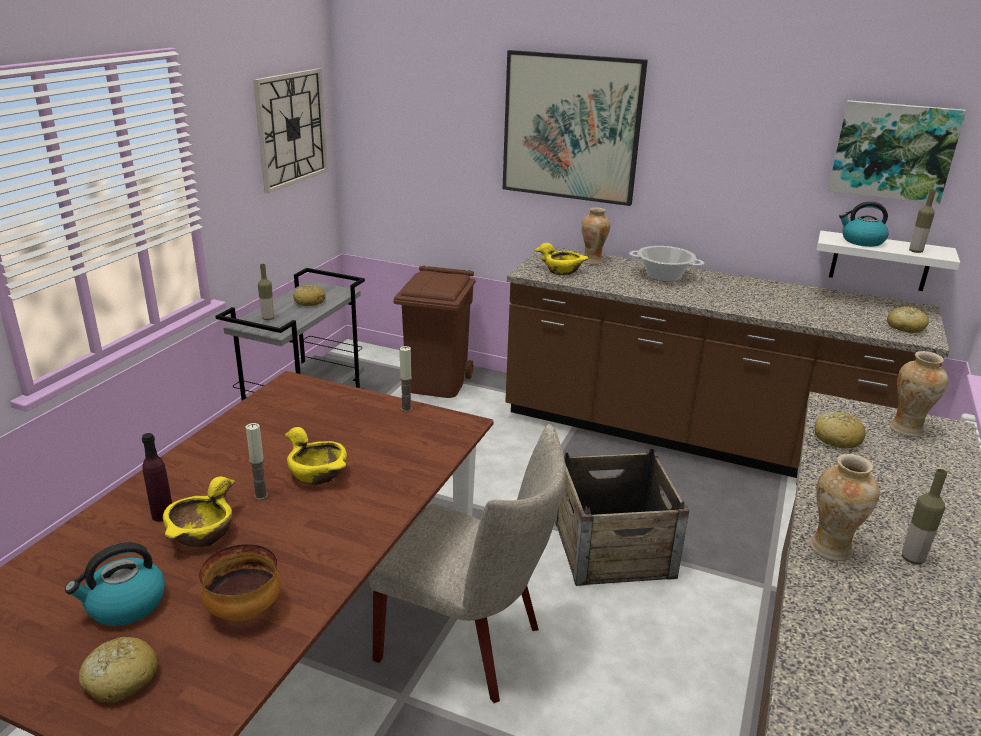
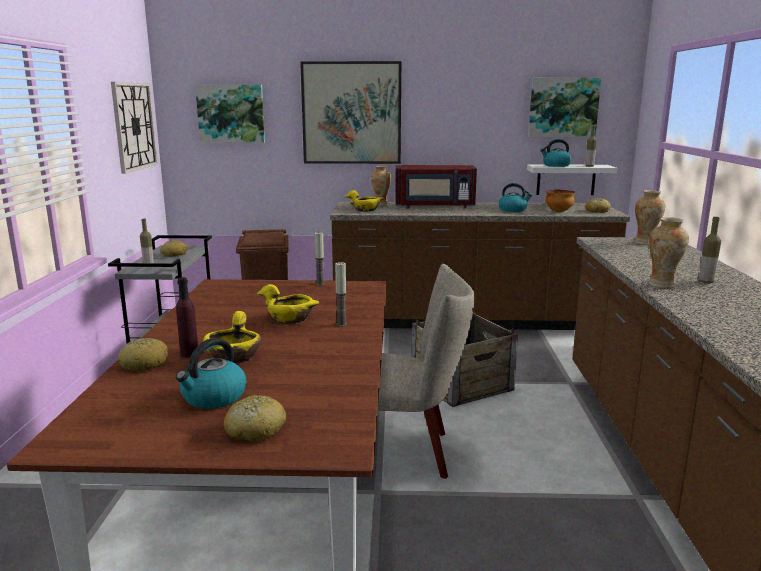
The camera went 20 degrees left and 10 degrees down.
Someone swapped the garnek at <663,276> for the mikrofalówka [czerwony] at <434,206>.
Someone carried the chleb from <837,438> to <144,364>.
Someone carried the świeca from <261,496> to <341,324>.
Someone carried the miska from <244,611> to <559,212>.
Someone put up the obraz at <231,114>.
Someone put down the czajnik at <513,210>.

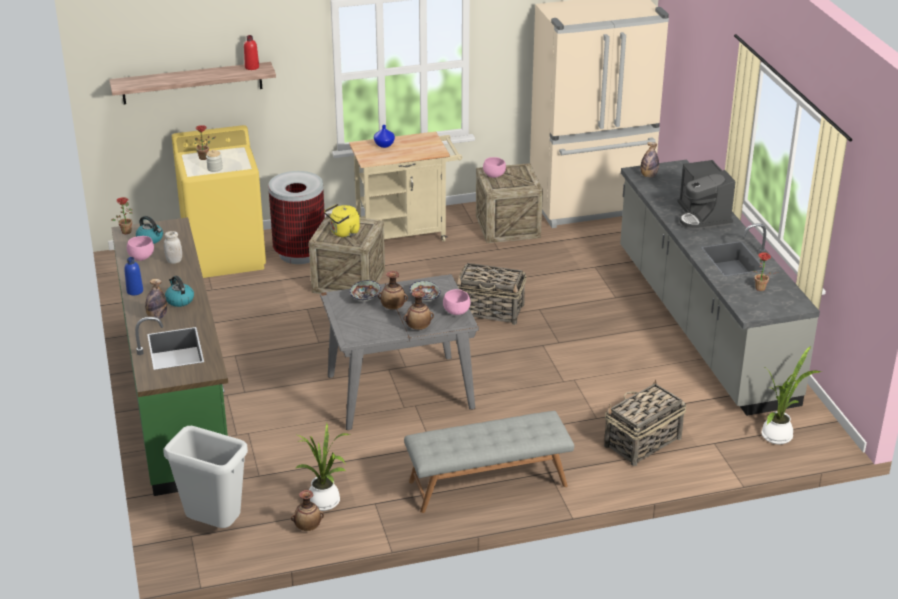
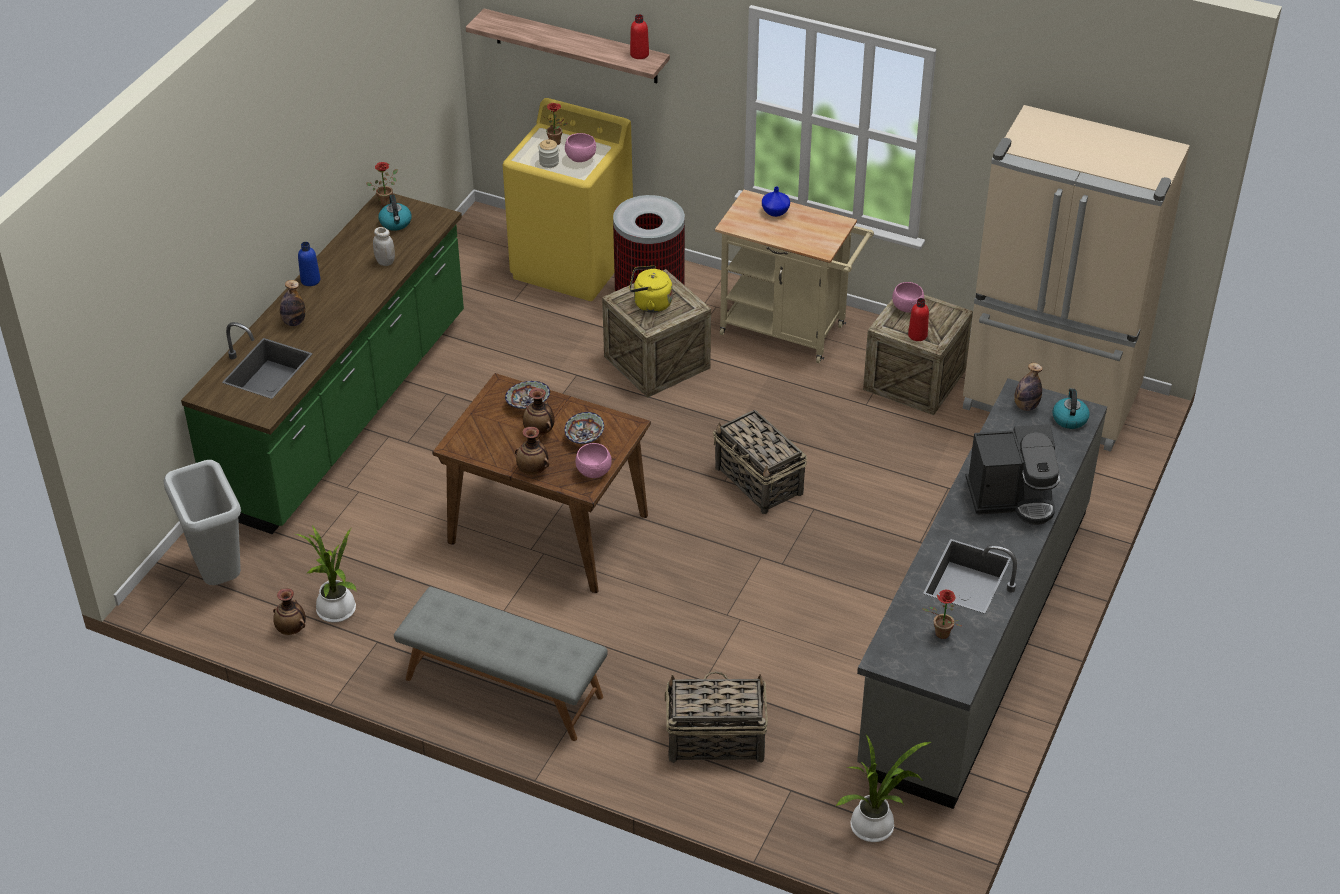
The camera went 40 degrees right and 10 degrees up.
Someone rotated the ekspres do kawy at <702,216> by 120 degrees counterclockwise.
Someone carried the miska [różowy] from <141,257> to <581,158>.
Someone repainted the stół jadalny [szary] at <399,392>, which became the stół jadalny [brązowy] at <546,528>.
Someone carried the czajnik from <179,300> to <1069,418>.
Someone put down the butelka [czerwony] at <917,335>.

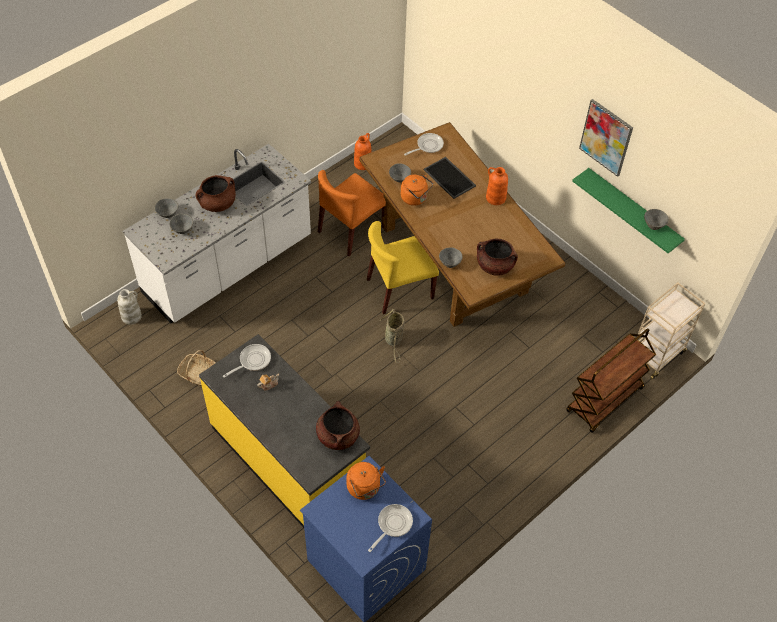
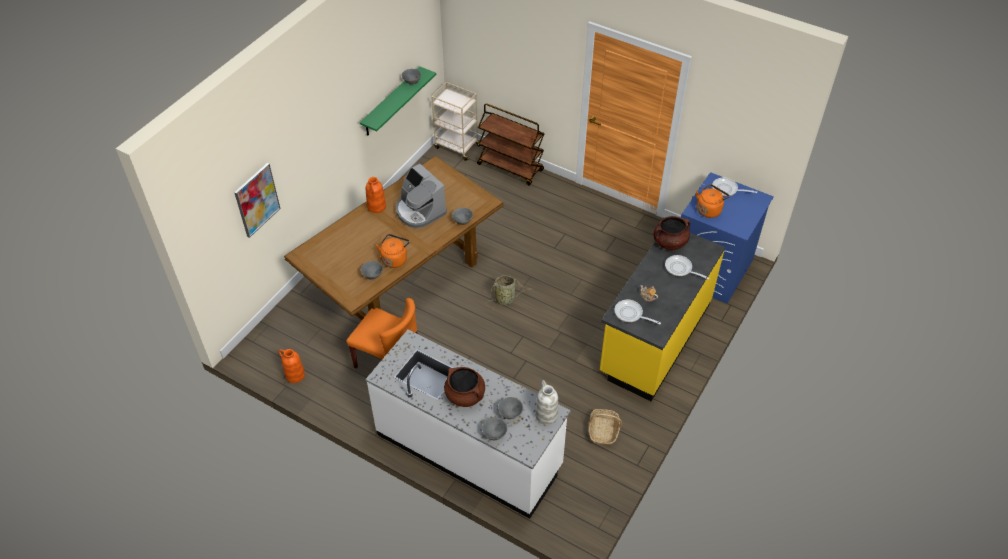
The camera went 105 degrees left and 5 degrees down.
Someone carried the obraz from <606,137> to <257,200>.
Someone carried the patelnia from <427,146> to <680,269>.
Someone took away the taca at <450,178>.
Someone took away the krzesło [żółty] at <399,289>.
Someone took away the garnek [brązowy] at <495,266>.
Someone carried the wazon [biały] from <132,316> to <546,414>.
Someone put down the ekspres do kawy at <419,211>.

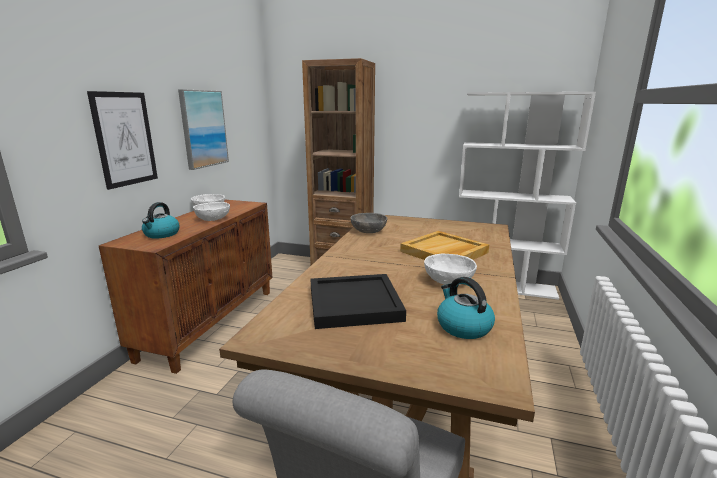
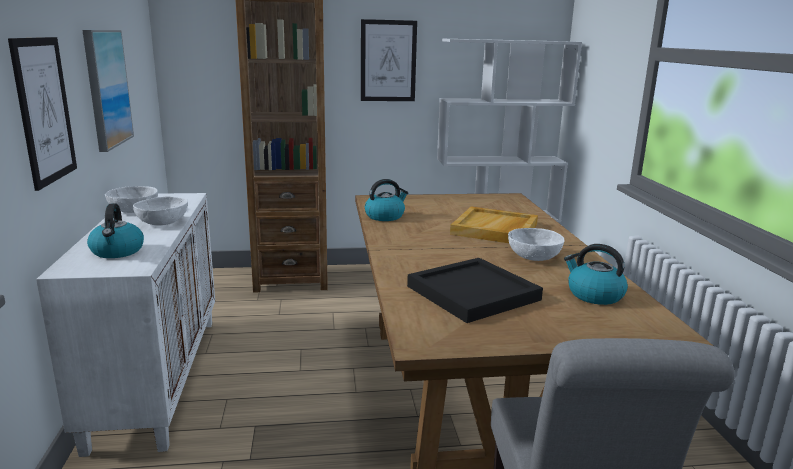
The camera went 25 degrees left and 0 degrees up.
Someone repainted the szafka [brązowy] at <211,322>, which became the szafka [biały] at <156,377>.
Someone swapped the miska [szary] at <368,231> for the czajnik at <385,216>.
Someone put up the obraz at <388,61>.

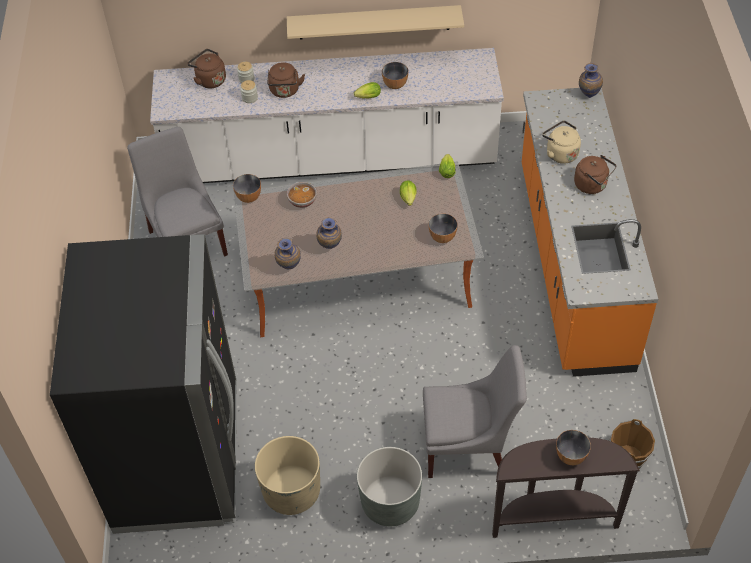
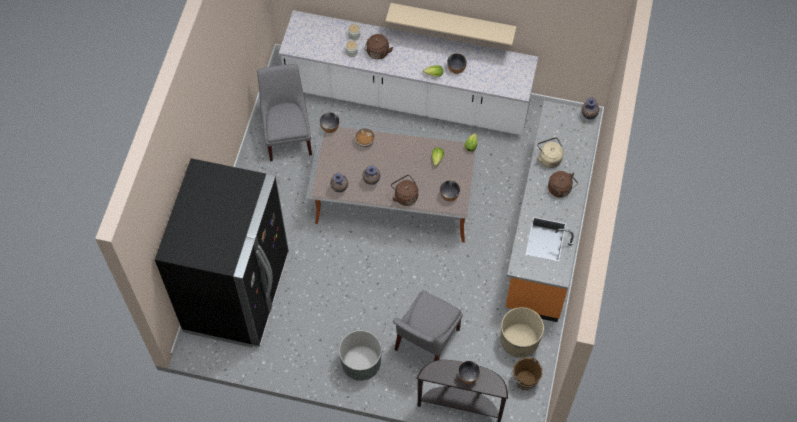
The camera went 15 degrees right and 10 degrees up.
Someone carried the czajnik [brązowy] from <209,80> to <405,196>.
Someone rotated the krzesło [szary] at <469,447> by 105 degrees clockwise.
Someone carried the donica [beżowy] from <291,491> to <519,341>.

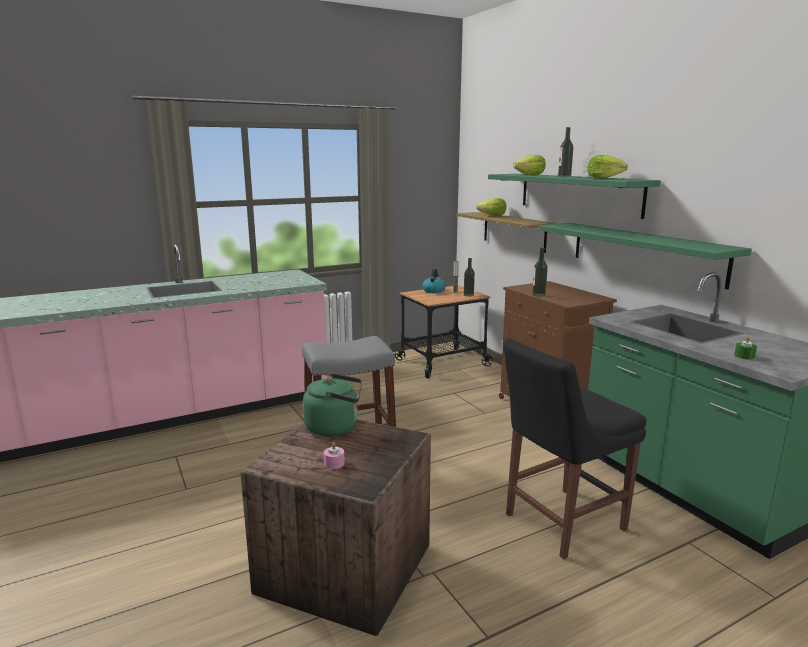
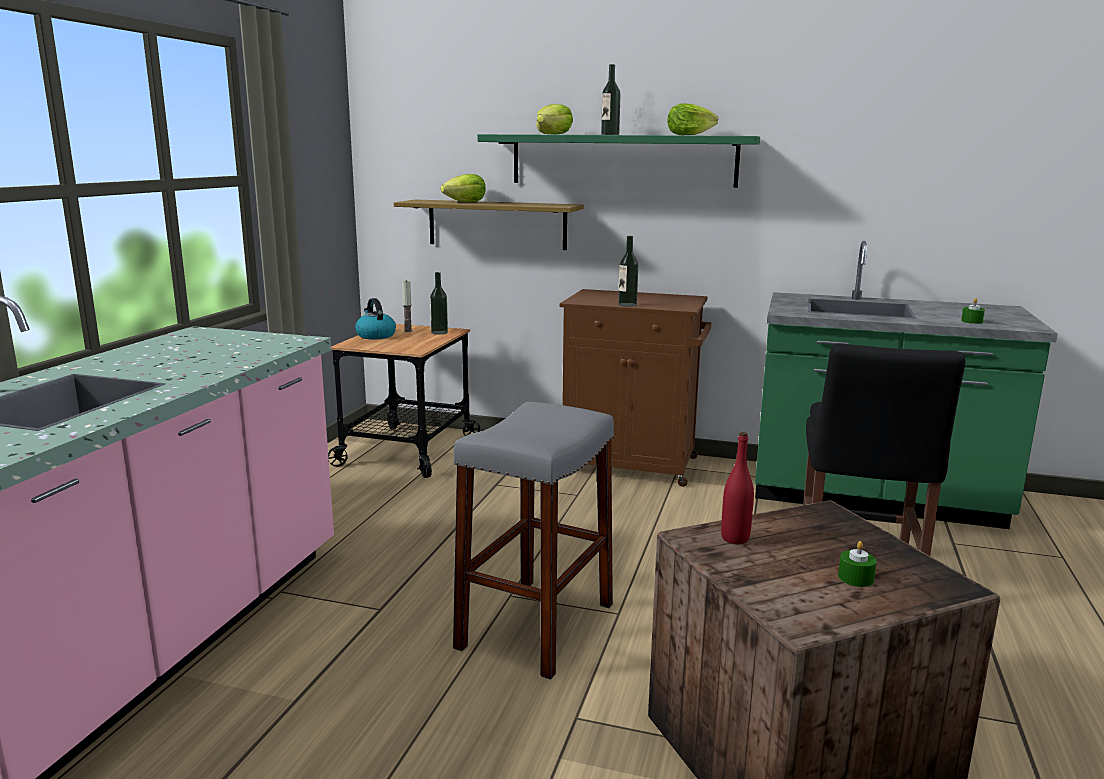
The camera went 45 degrees left and 0 degrees up.
Someone took away the półka [zielony] at <644,252>.
Someone swapped the czajnik [zielony] at <335,427> for the butelka [czerwony] at <735,538>.
Someone repainted the świeca [różowy] at <334,463>, which became the świeca [zielony] at <855,578>.

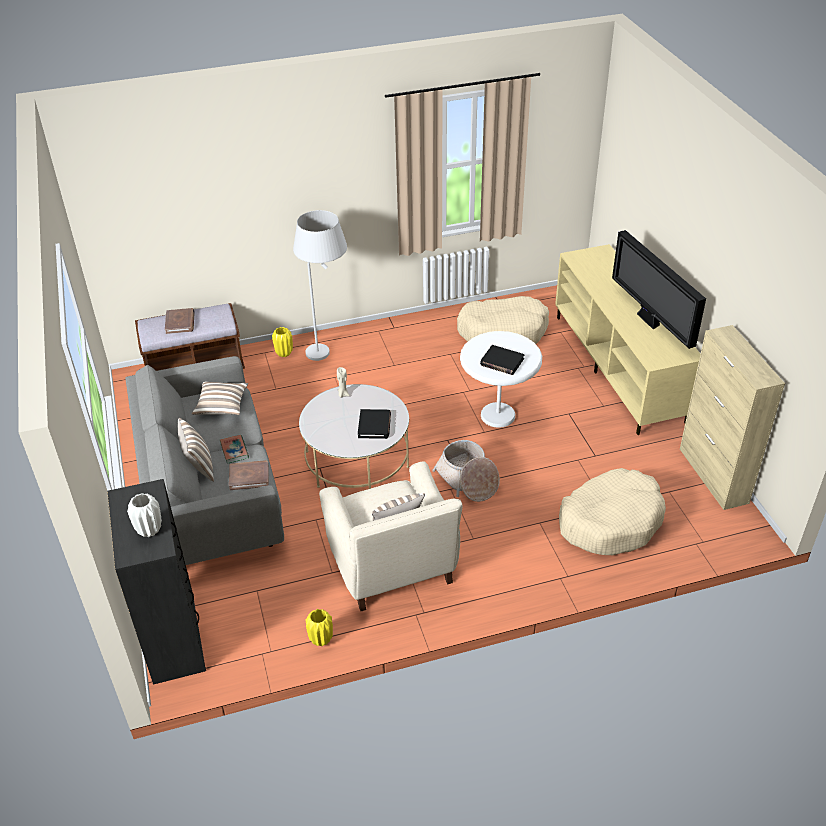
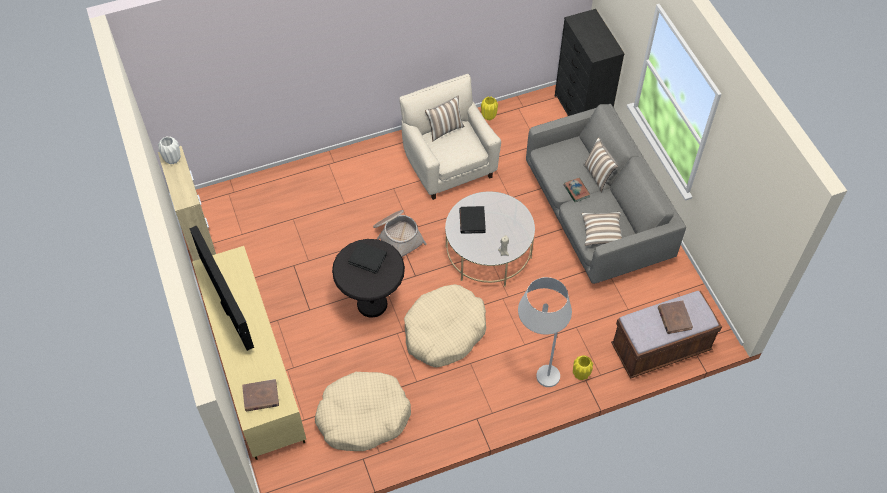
The camera went 175 degrees right and 15 degrees up.
Someone repainted the stolik [biały] at <497,415>, which became the stolik [czarny] at <372,304>.
Someone carried the książka [brązowy] from <249,476> to <261,396>.
Someone carried the legowisko [beżowy] from <610,521> to <444,331>.
Someone carried the wazon [biały] from <149,530> to <172,159>.

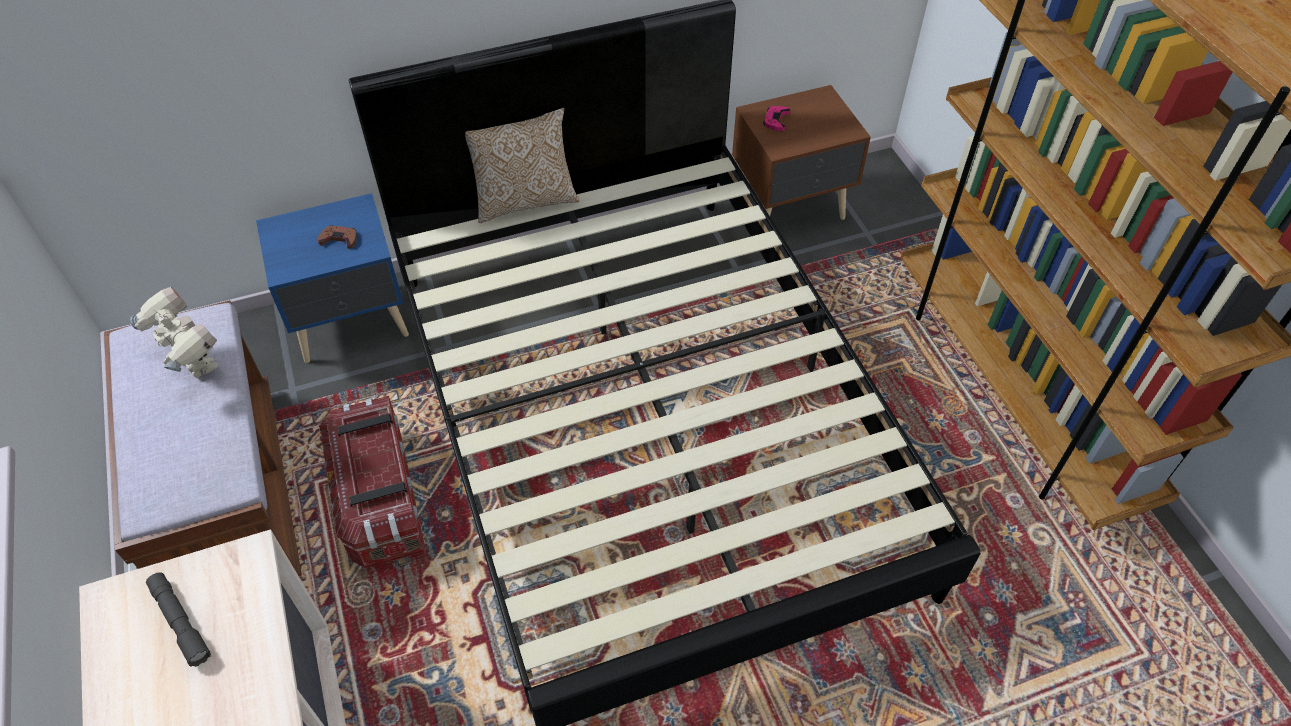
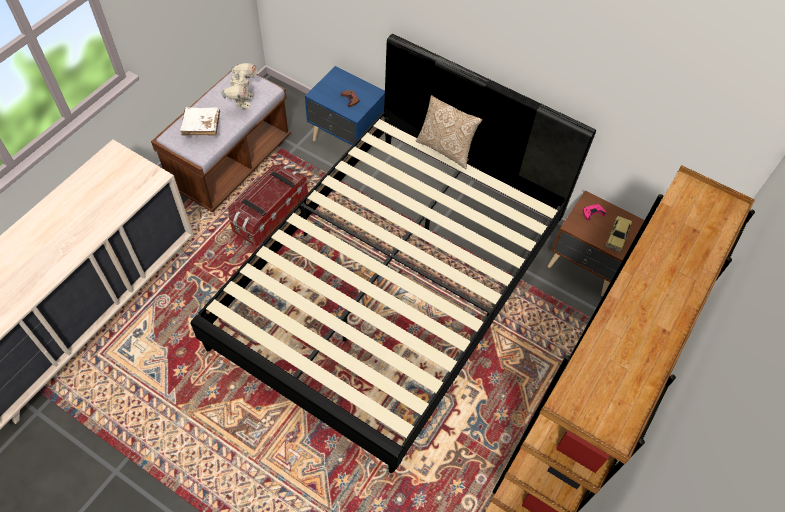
The camera went 50 degrees right and 5 degrees up.
Someone took away the latarka [szary] at <180,622>.
Someone put down the książka [biały] at <201,127>.
Someone put down the samochodzik at <617,236>.

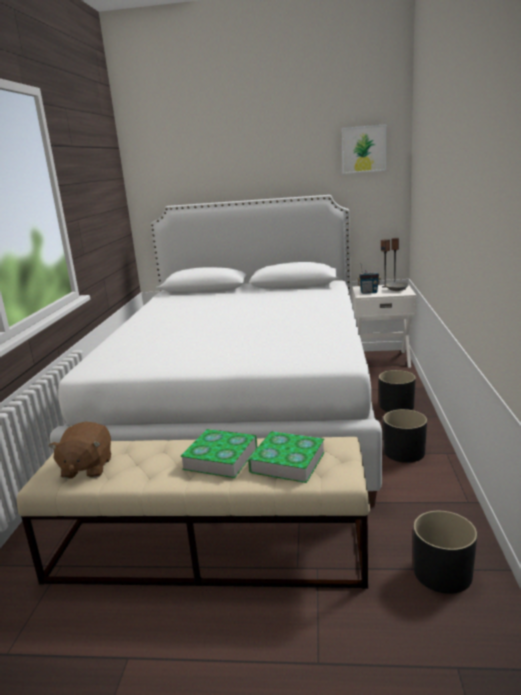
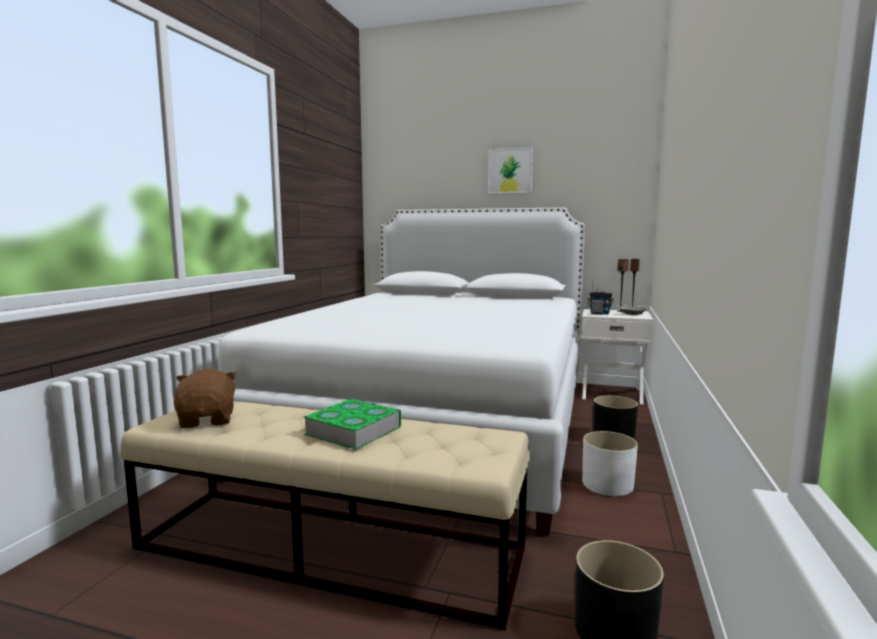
The camera went 10 degrees right and 10 degrees down.
Someone carried the obraz from <363,149> to <510,171>.
Someone repainted the donica [czarny] at <404,452>, which became the donica [biały] at <608,484>.
Someone rotated the pluszak [brązowy] at <86,468> by 150 degrees clockwise.
Someone took away the książka at <287,462>.

